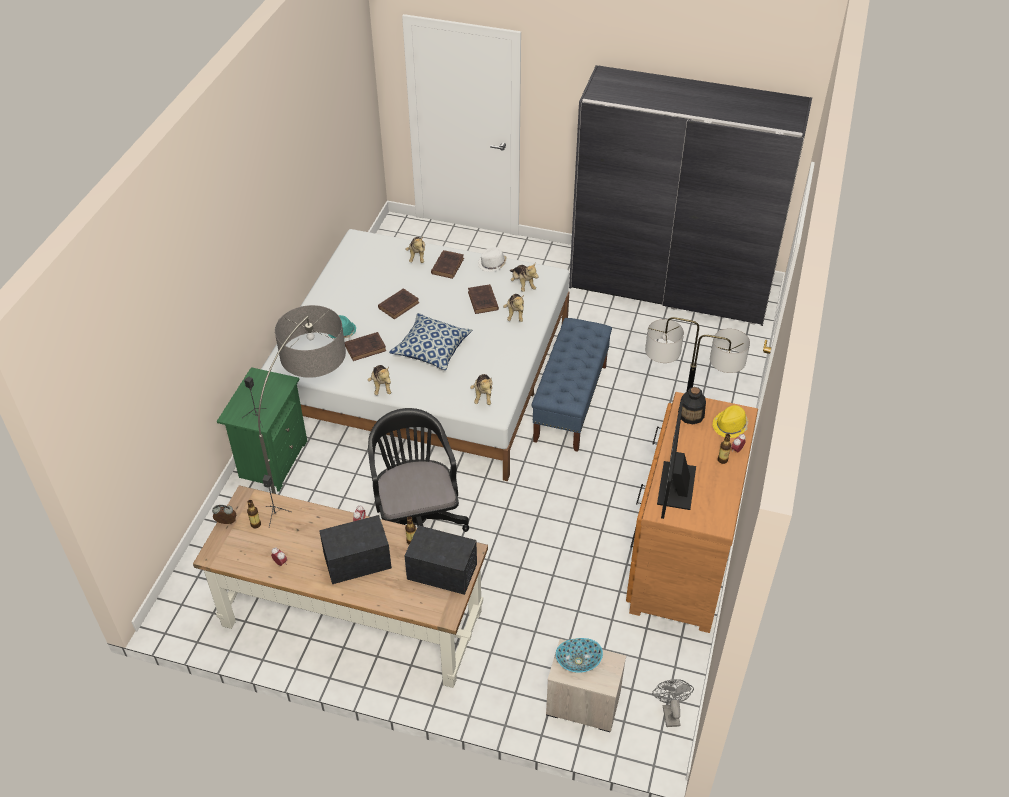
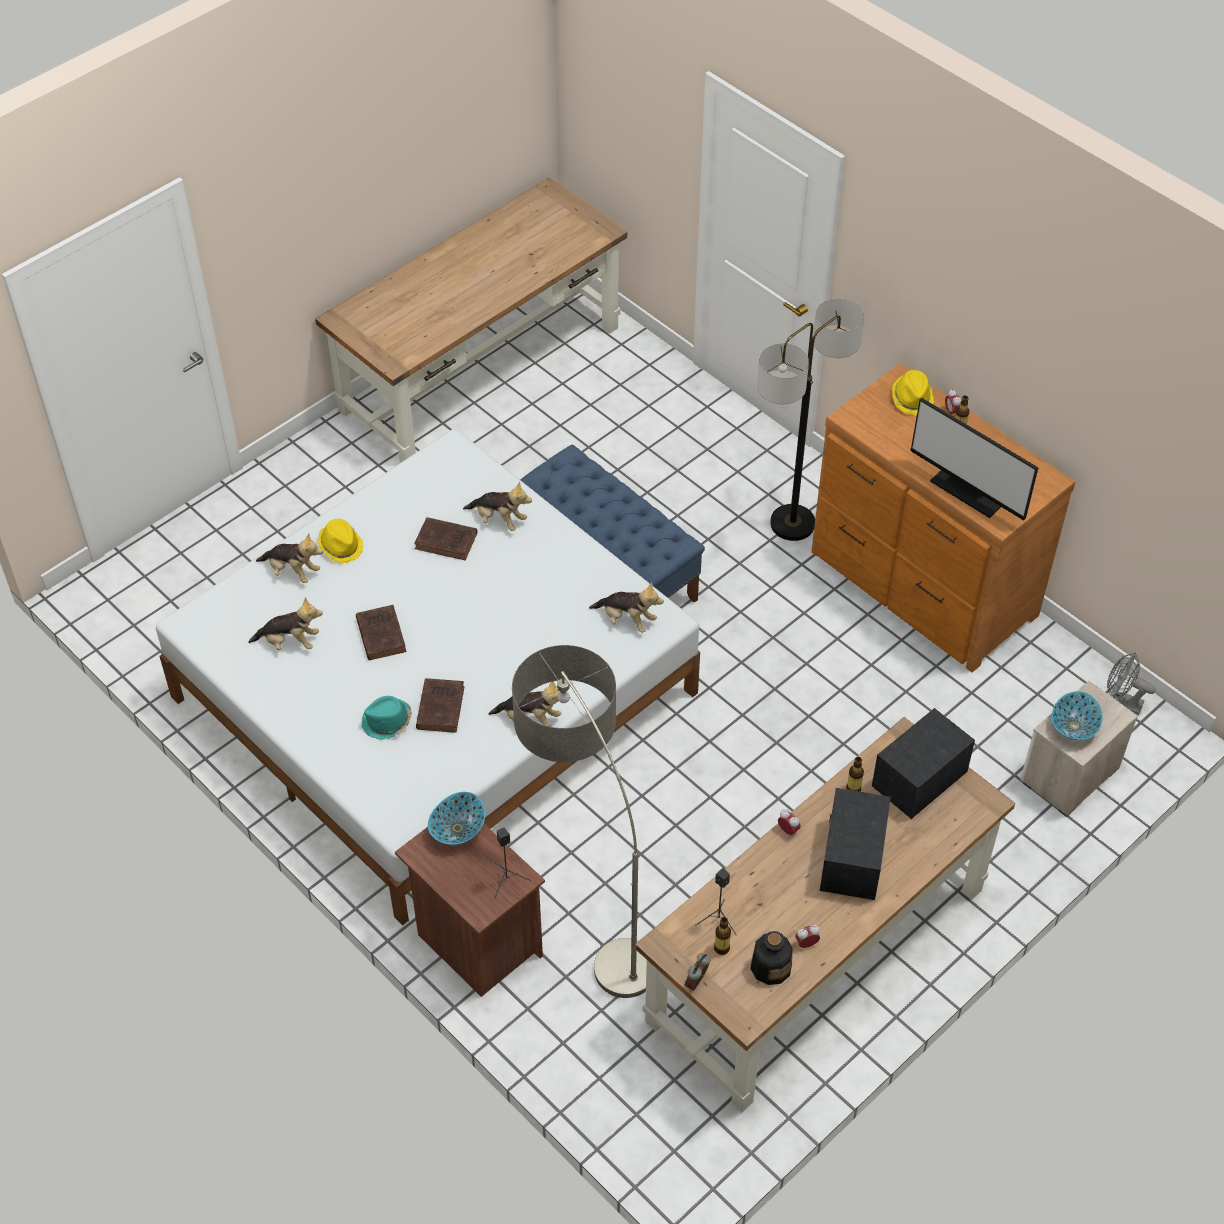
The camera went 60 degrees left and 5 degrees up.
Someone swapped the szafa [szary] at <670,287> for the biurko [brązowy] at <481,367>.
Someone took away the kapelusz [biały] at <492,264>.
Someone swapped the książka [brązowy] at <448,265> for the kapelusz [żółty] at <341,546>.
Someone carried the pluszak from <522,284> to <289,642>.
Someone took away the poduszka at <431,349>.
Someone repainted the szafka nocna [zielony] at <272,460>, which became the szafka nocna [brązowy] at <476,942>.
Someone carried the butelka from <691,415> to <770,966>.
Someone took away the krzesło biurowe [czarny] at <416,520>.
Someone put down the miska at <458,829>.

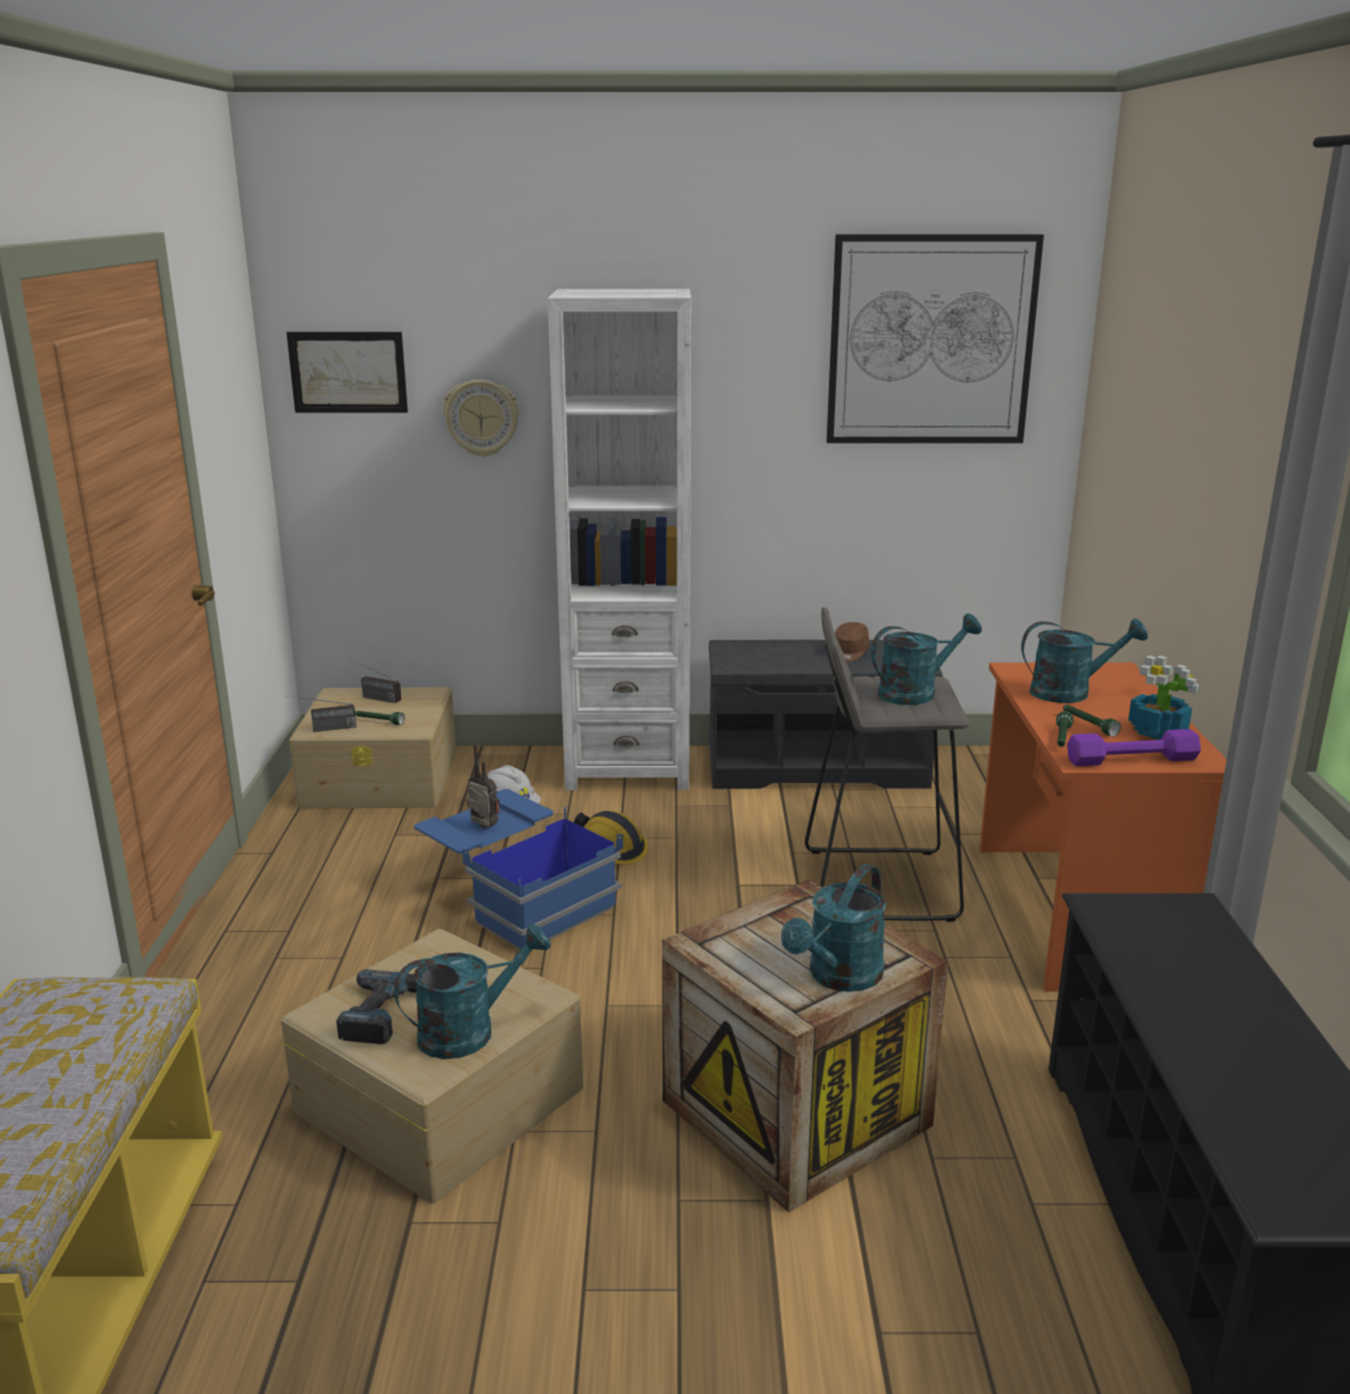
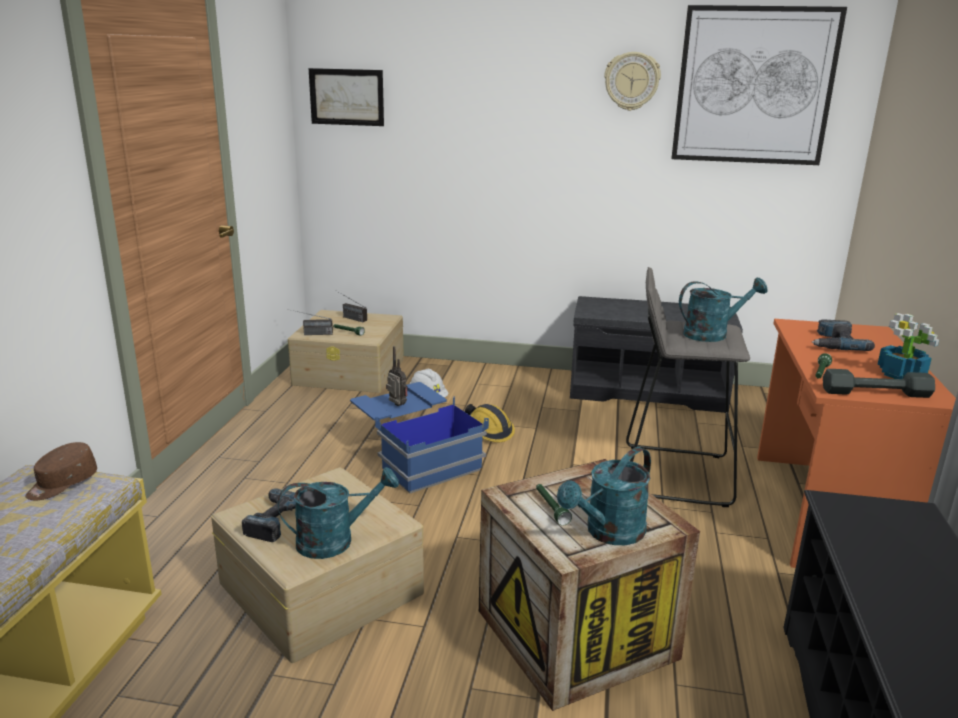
The camera went 10 degrees right and 0 degrees up.
Someone took away the regał [biały] at <628,768>.
Someone carried the zegar ścienny from <481,418> to <631,81>.
Someone swapped the konewka [turkusowy] at <1070,692> for the wiertarka at <834,343>.
Someone carried the czapka z daszkiem [brązowy] from <849,653> to <62,484>.
Someone carried the latarka [zielony] from <1088,725> to <550,508>.
Someone repainted the hantel [fioletowy] at <1131,760>, which became the hantel [szary] at <875,393>.

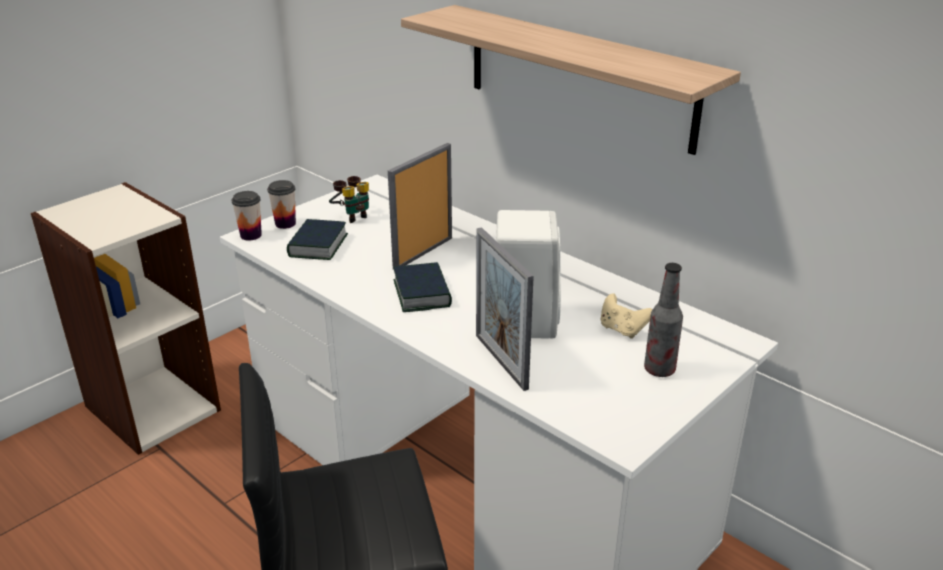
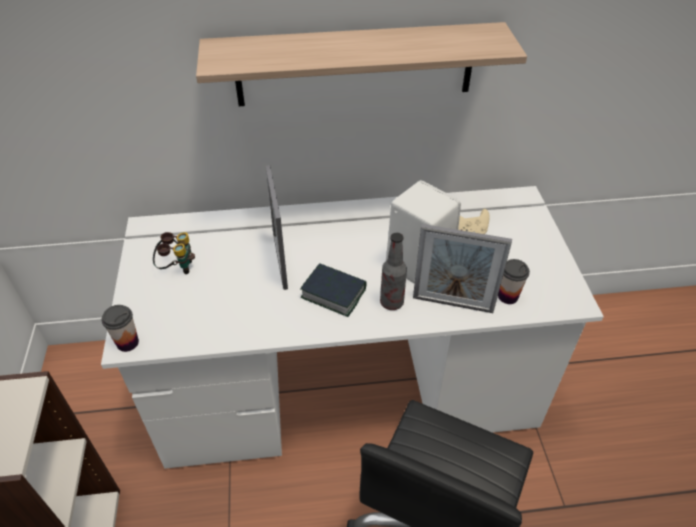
The camera went 50 degrees left and 15 degrees up.
Someone carried the filiżanka from <285,224> to <508,296>.
Someone took away the książka at <318,246>.
Someone carried the butelka from <659,370> to <391,302>.

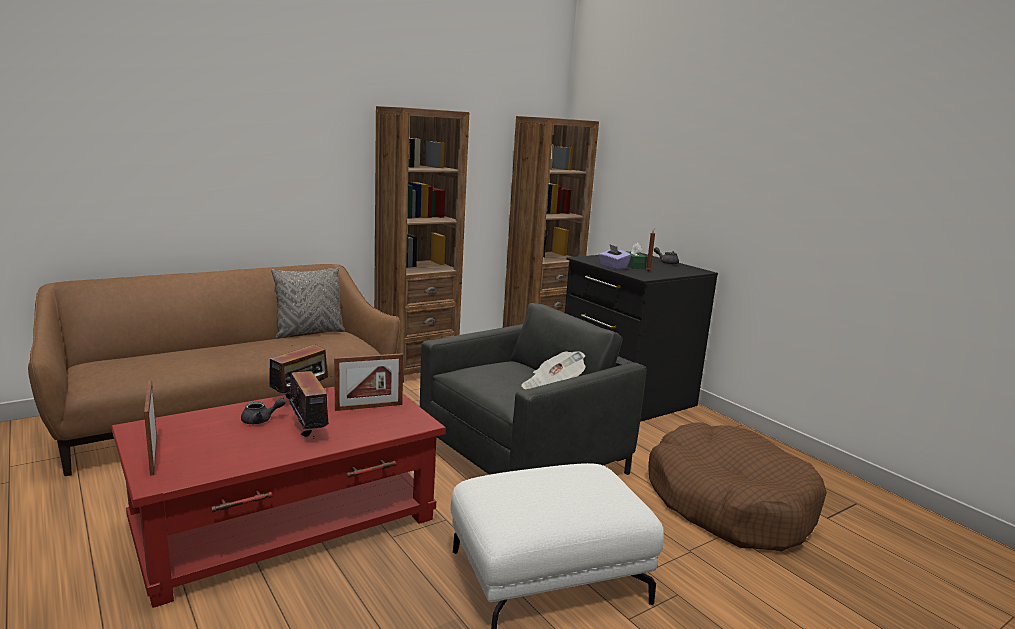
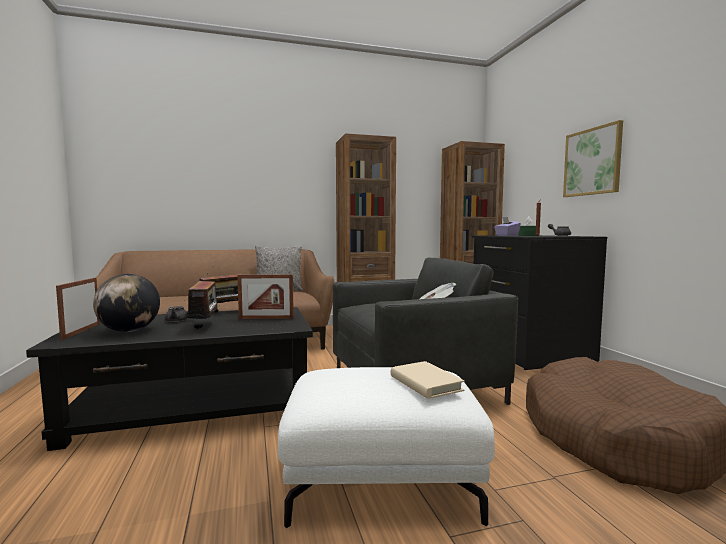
The camera went 20 degrees right and 10 degrees down.
Someone repainted the ława [czerwony] at <288,523>, which became the ława [czarny] at <195,408>.
Someone put up the obraz at <592,162>.
Someone put down the globus at <129,331>.
Someone put down the książka [beżowy] at <425,383>.

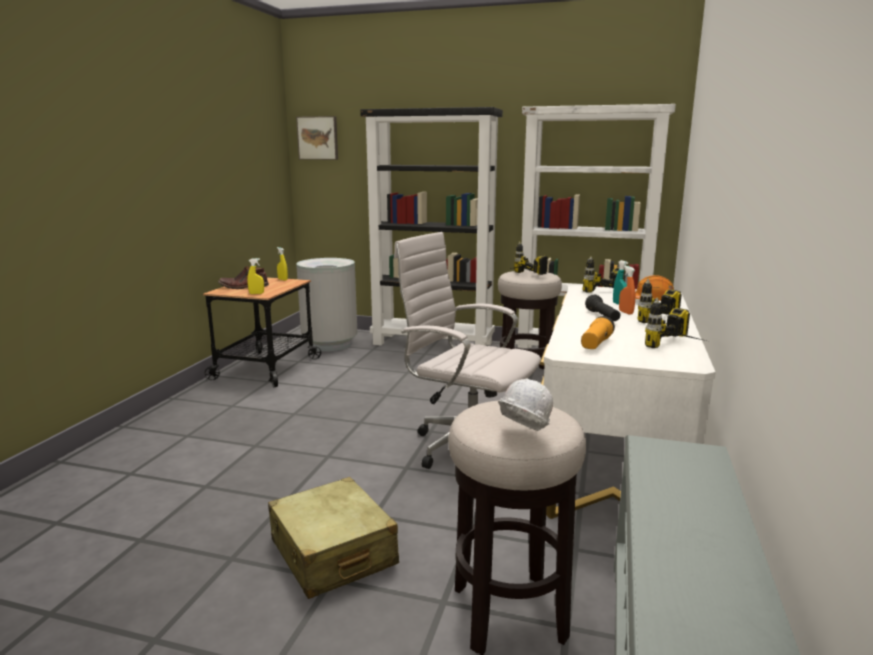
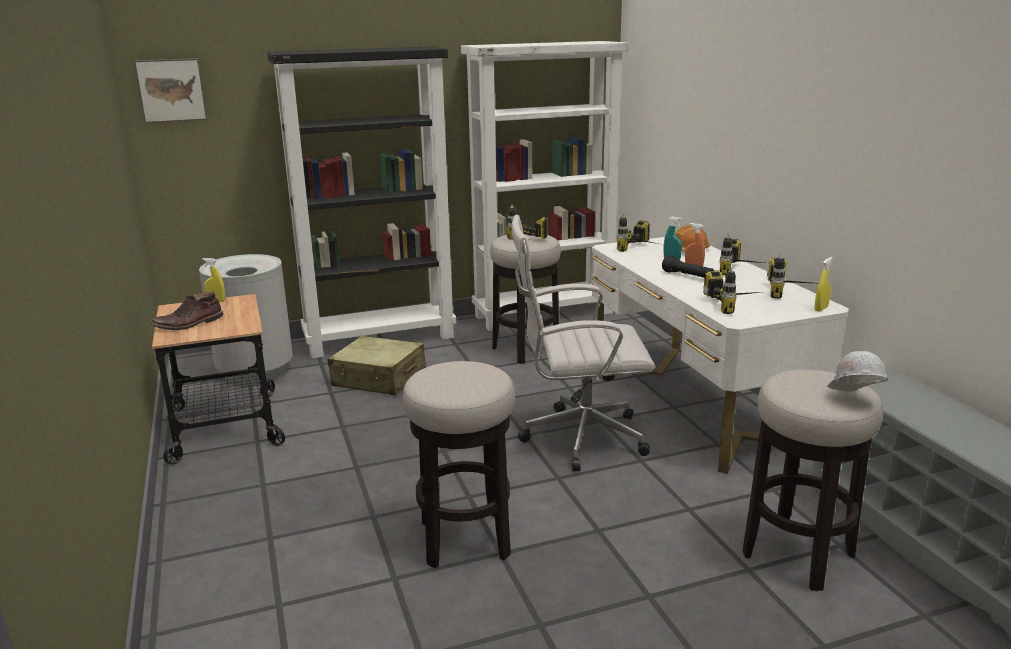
The camera went 35 degrees left and 5 degrees up.
Someone carried the spryskiwacz [żółty] from <256,293> to <821,309>.
Someone swapped the latarka at <596,344> for the wiertarka at <737,305>.
Someone carried the walizka [beżowy] from <332,553> to <379,379>.
Someone put down the stołek at <465,539>.

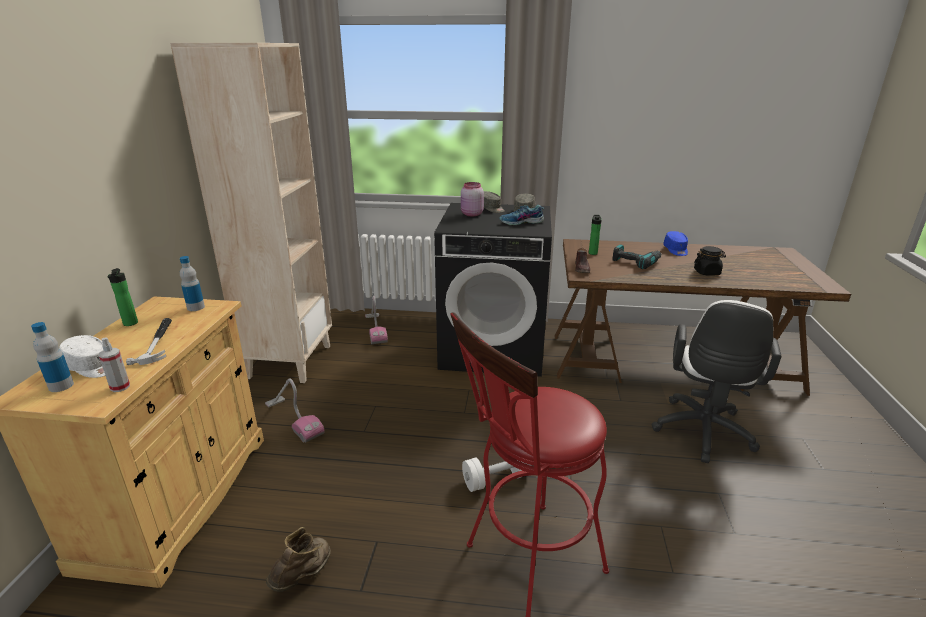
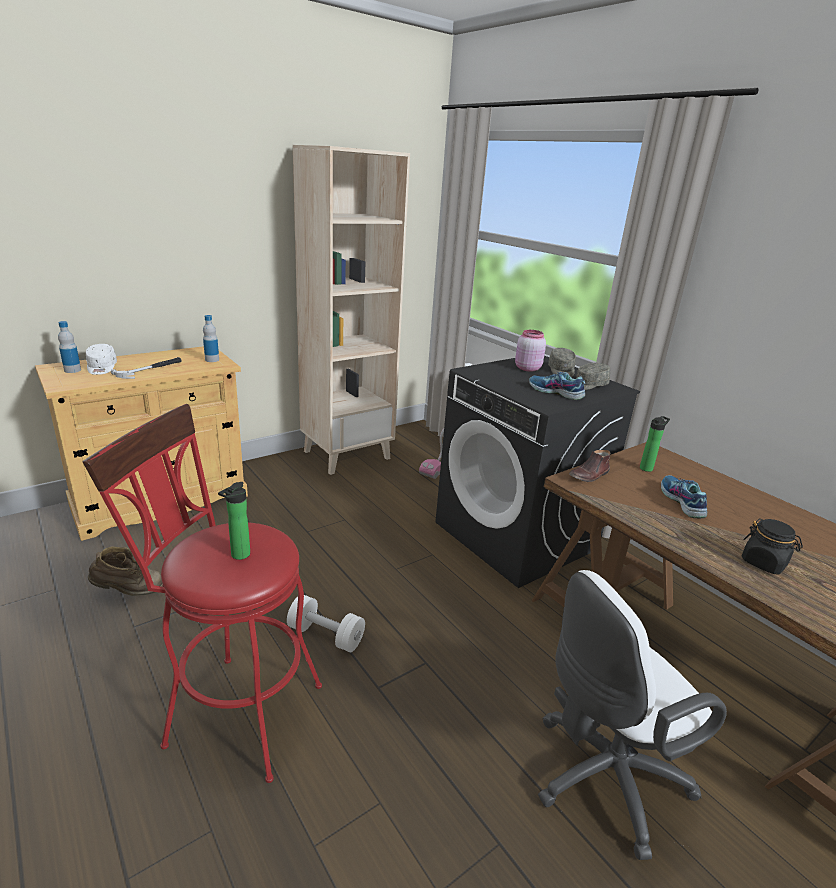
The camera went 45 degrees right and 0 degrees up.
Someone took away the czapka z daszkiem [niebieski] at <675,250>.
Someone swapped the wiertarka at <636,262> for the but at <681,501>.
Someone carried the butelka from <130,324> to <238,556>.
Someone took away the spryskiwacz at <120,387>.
Someone took away the odkurzacz at <293,419>.

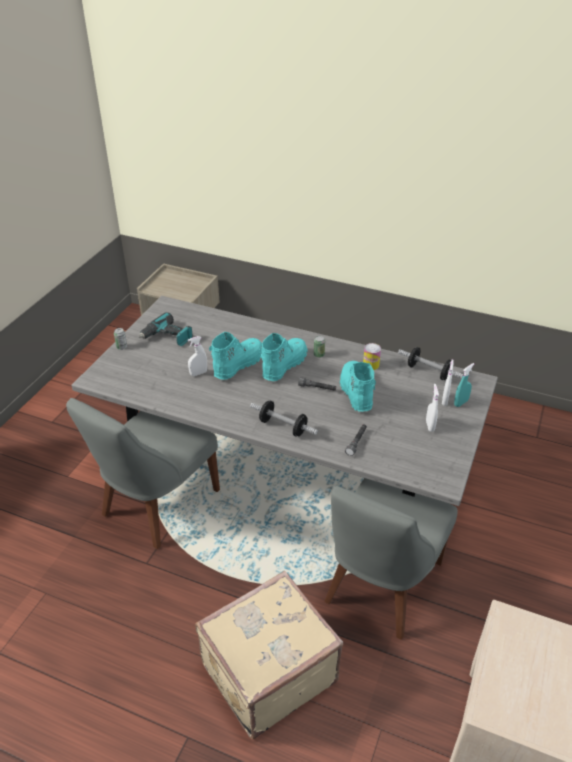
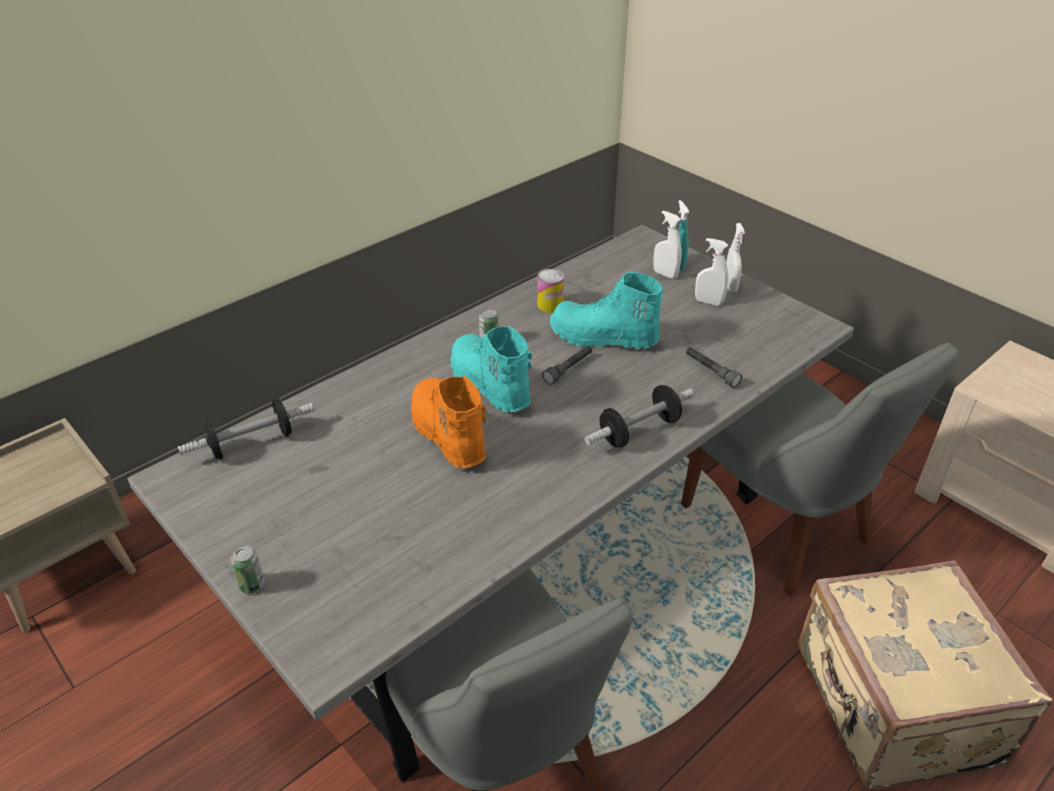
The camera went 65 degrees left and 0 degrees up.
Someone took away the wiertarka at <167,337>.
Someone repainted the but z cholewką [turkusowy] at <238,365>, which became the but z cholewką [pomarańczowy] at <446,435>.
Someone carried the spryskiwacz [biały] from <198,373> to <730,286>.
Someone carried the hantel from <428,371> to <251,443>.

